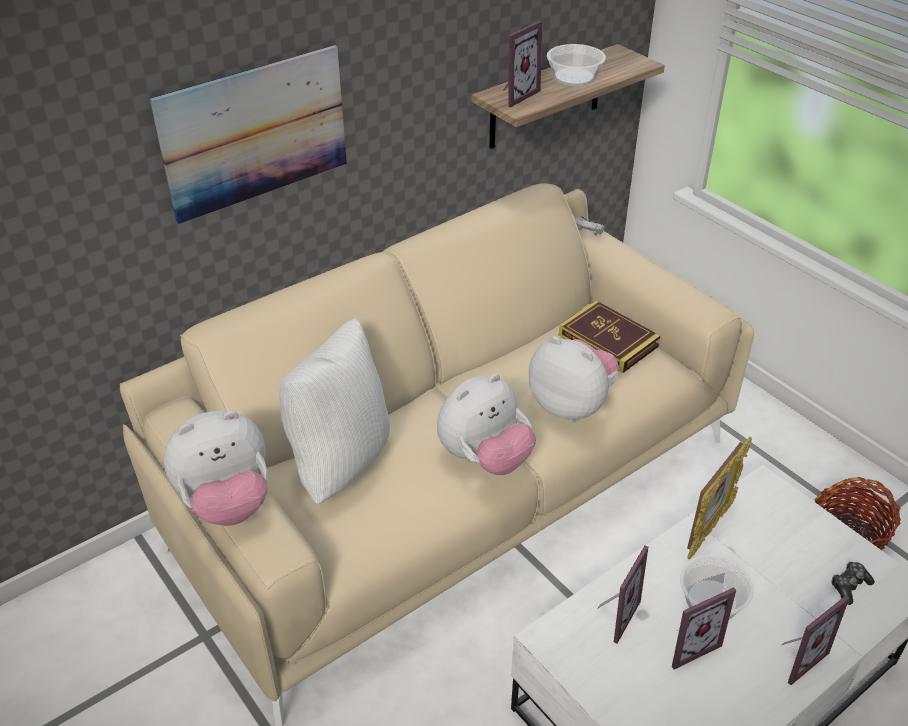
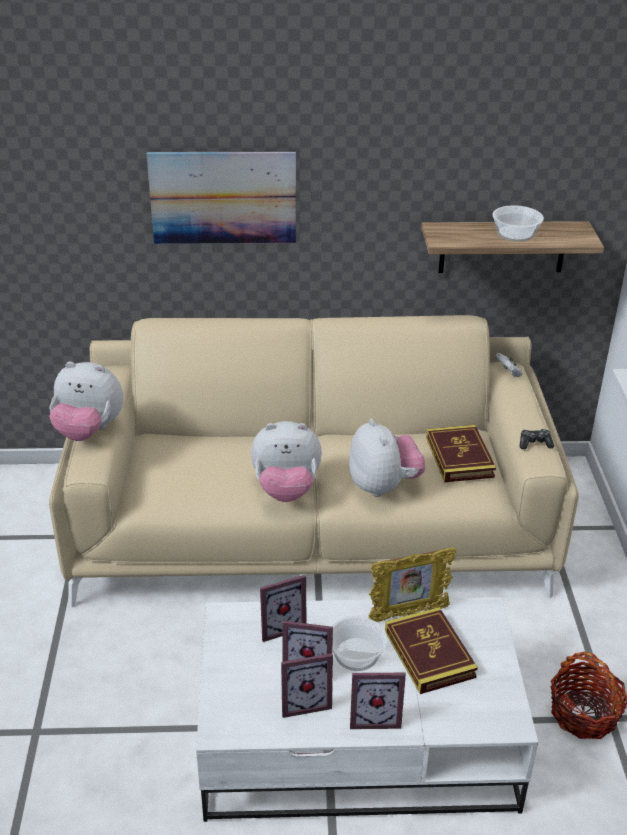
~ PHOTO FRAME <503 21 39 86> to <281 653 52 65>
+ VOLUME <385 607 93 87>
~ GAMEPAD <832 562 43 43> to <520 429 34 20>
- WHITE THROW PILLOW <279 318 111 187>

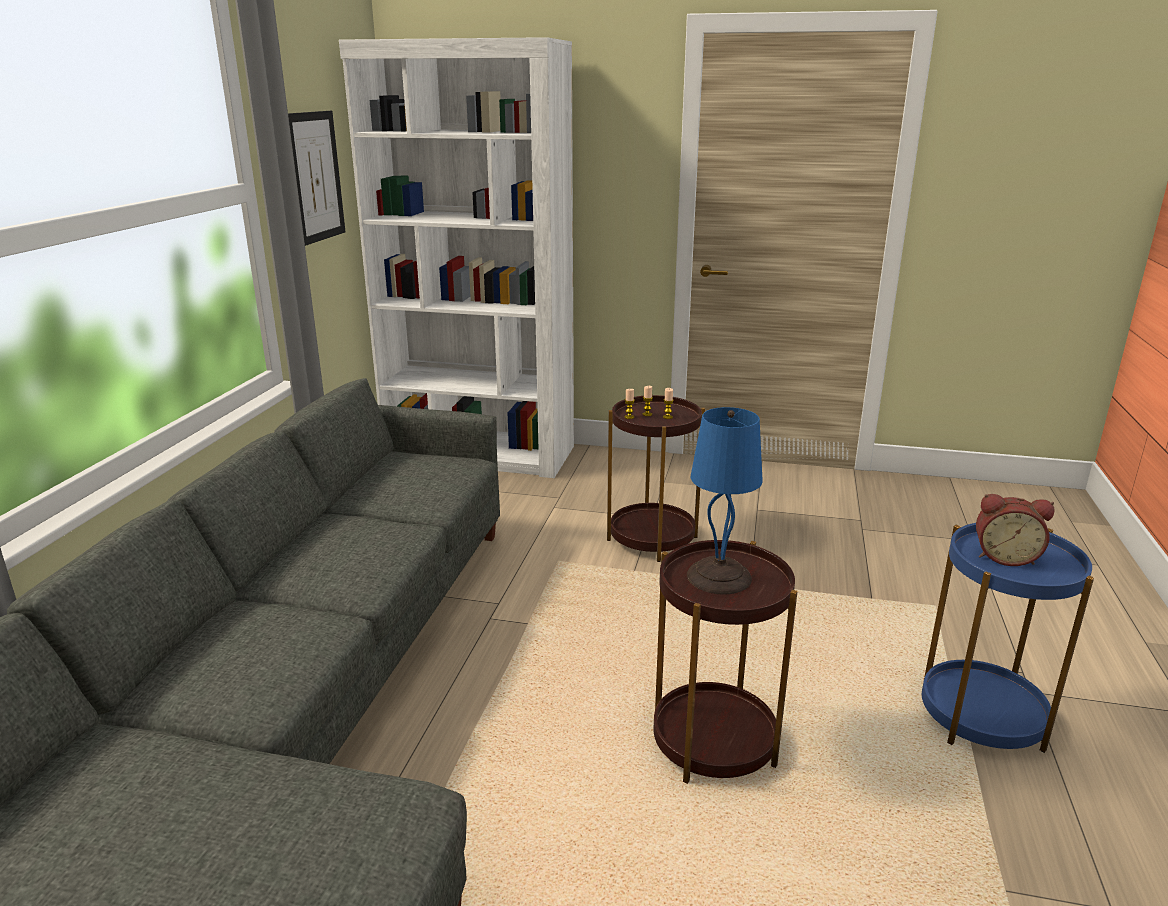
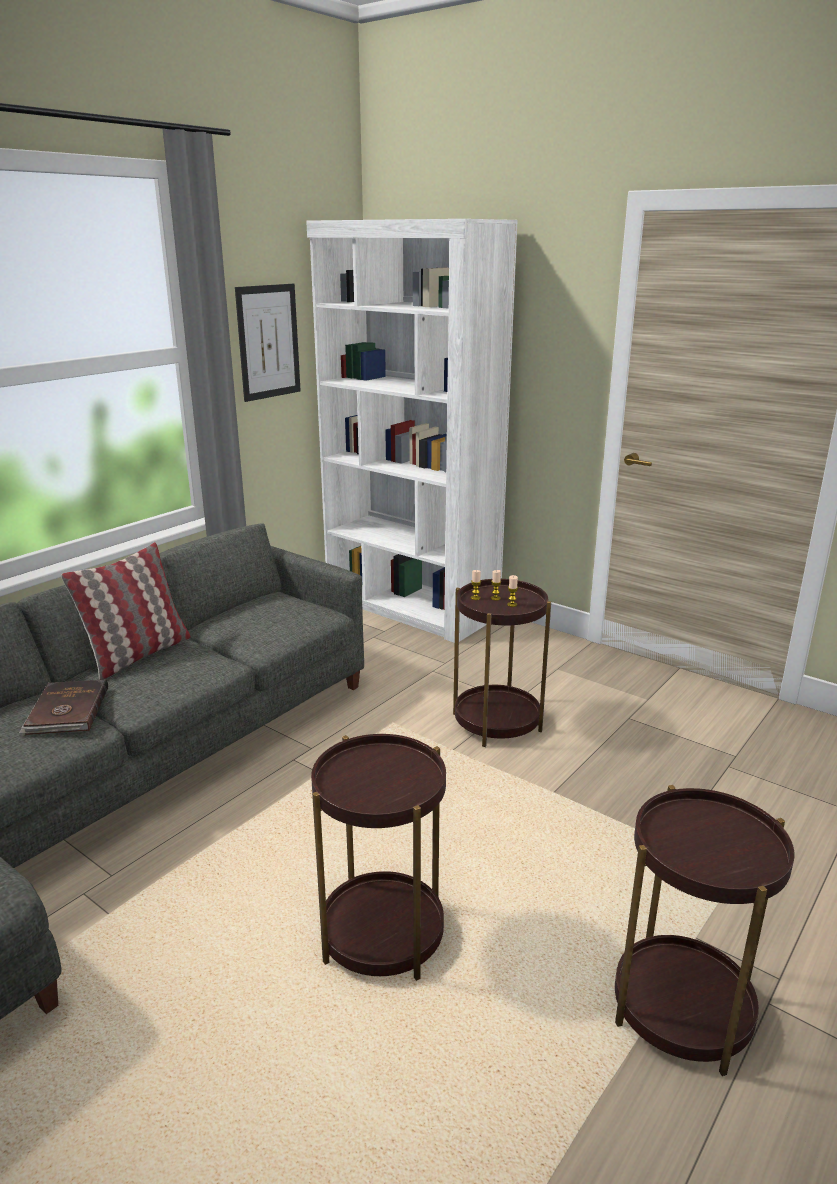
+ BROWN-COLOURED VOLUME <19 679 89 56>
+ THROW PILLOW <61 542 130 138>
~ BLUISH ACCENT TABLE <922 523 172 230> to BROWN-COLOURED ACCENT TABLE <615 785 179 291>
- BLUISH TABLETOP LAMP <687 407 76 188>
- TABLE CLOCK <976 494 79 72>

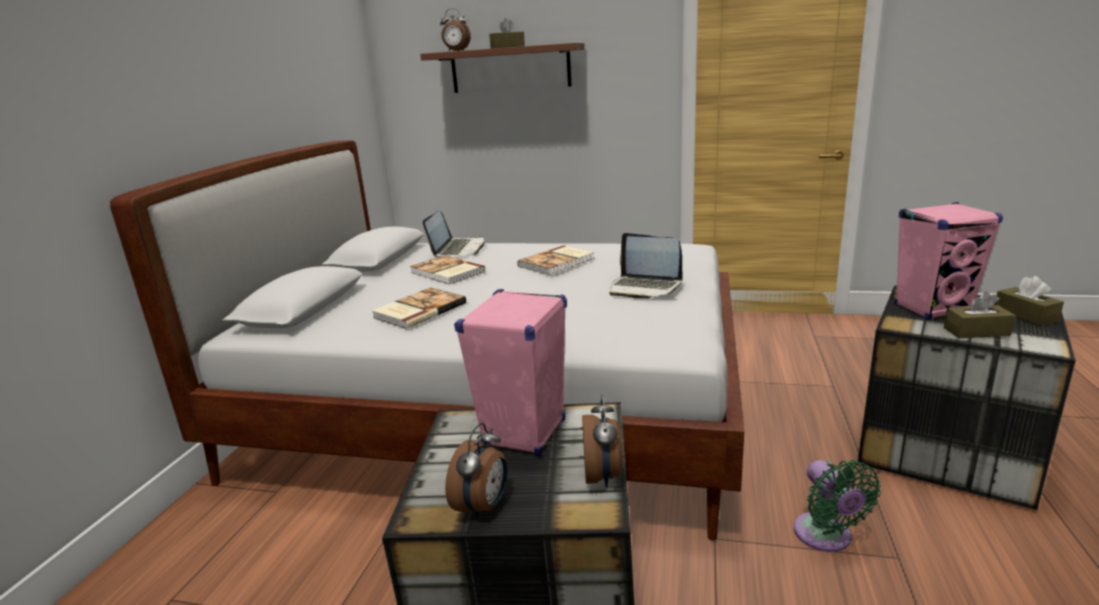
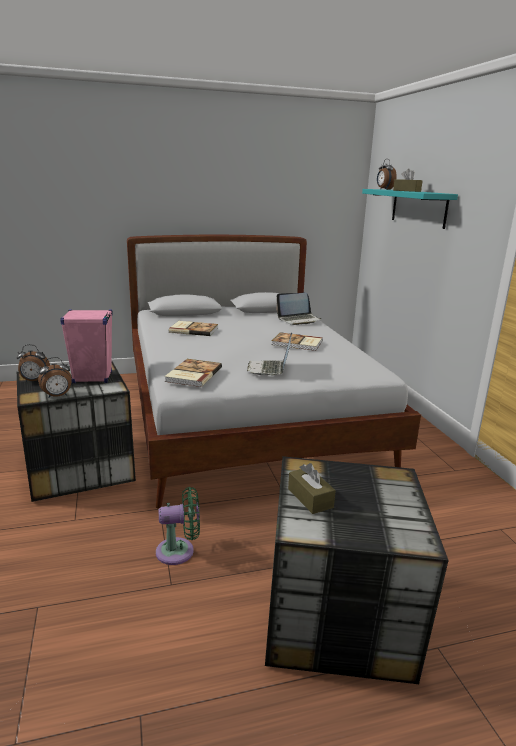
~ GREENISH FAN <794 460 87 92> = <156 487 44 78> 150 degrees counterclockwise
~ VOLUME <410 255 76 29> to <165 359 57 28>
~ BROWN-COLOURED SHELF <420 43 165 50> to BLUE-GREEN SHELF <362 189 96 40>
- PINK LOUDSPEAKER <894 202 109 118>
- BROWN-COLOURED TISSUE BOX <994 276 70 50>

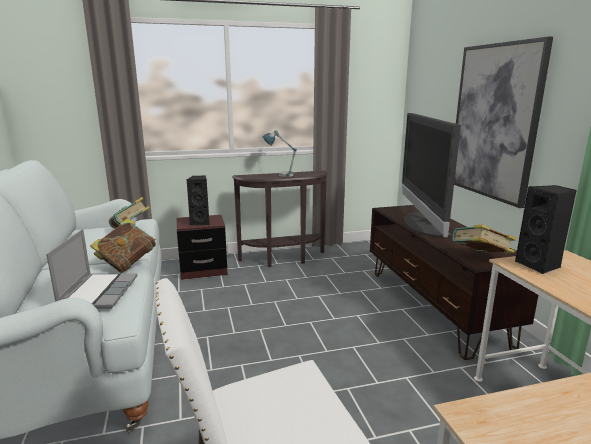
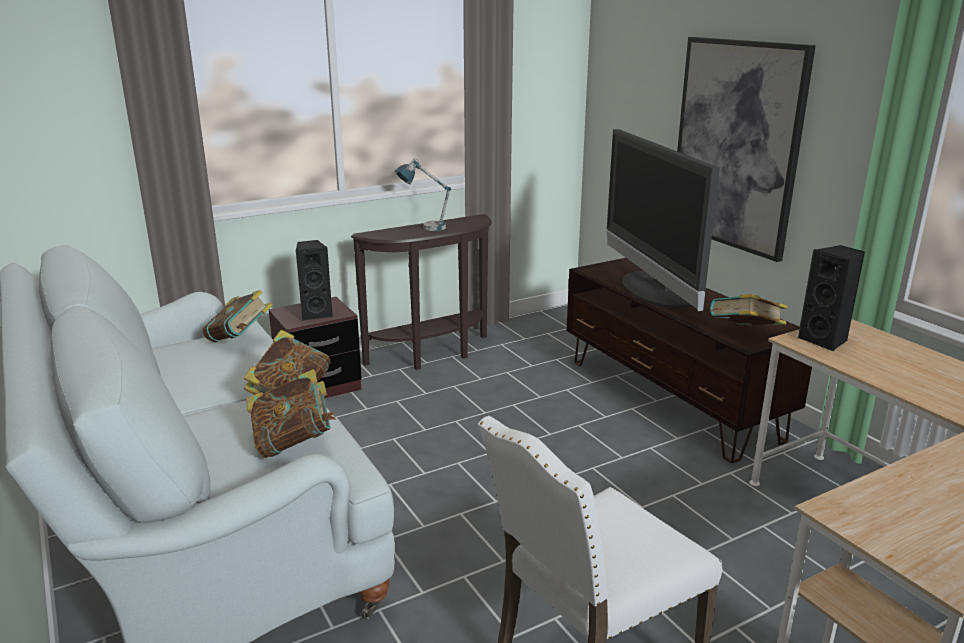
~ PORTABLE COMPUTER <46 229 92 80> to VOLUME <246 369 89 89>

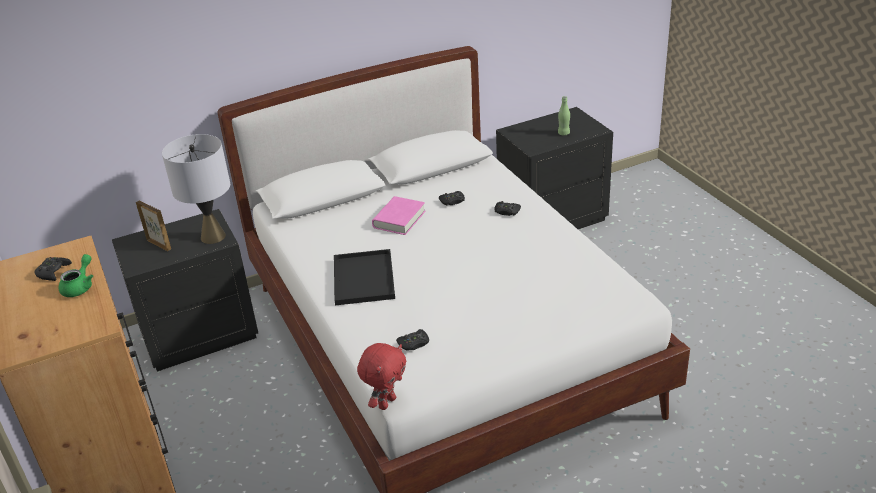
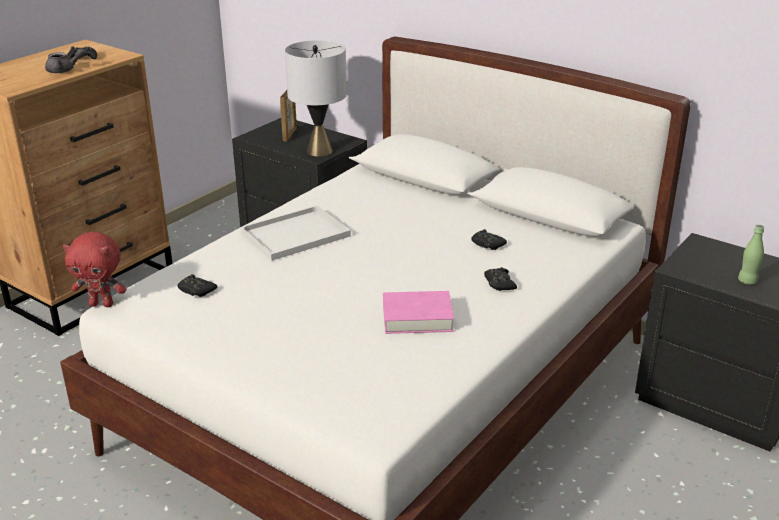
~ GREENISH TEA POT <58 254 35 43> to GREY TEA POT <45 48 41 25>
~ BLACK-COLOURED TRAY <334 249 61 56> to WHITE TRAY <240 205 111 56>
~ PINK VOLUME <372 196 53 39> to <383 291 71 43>

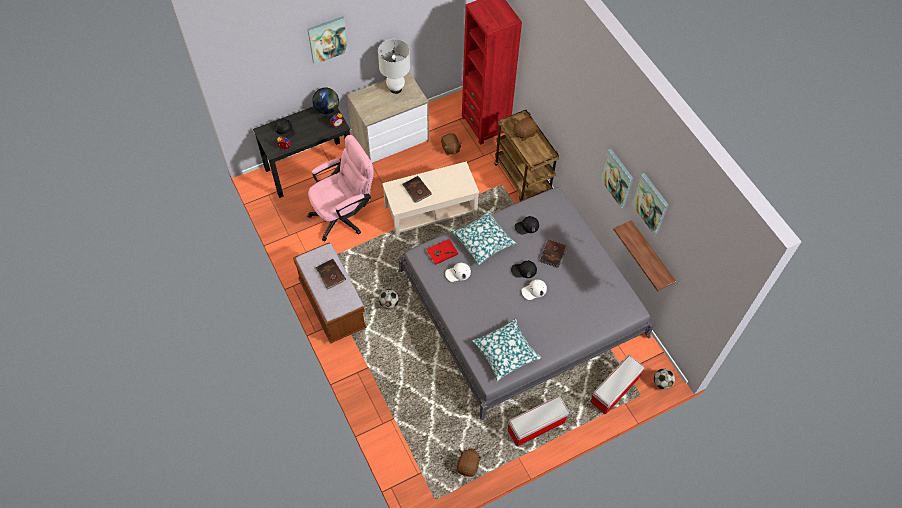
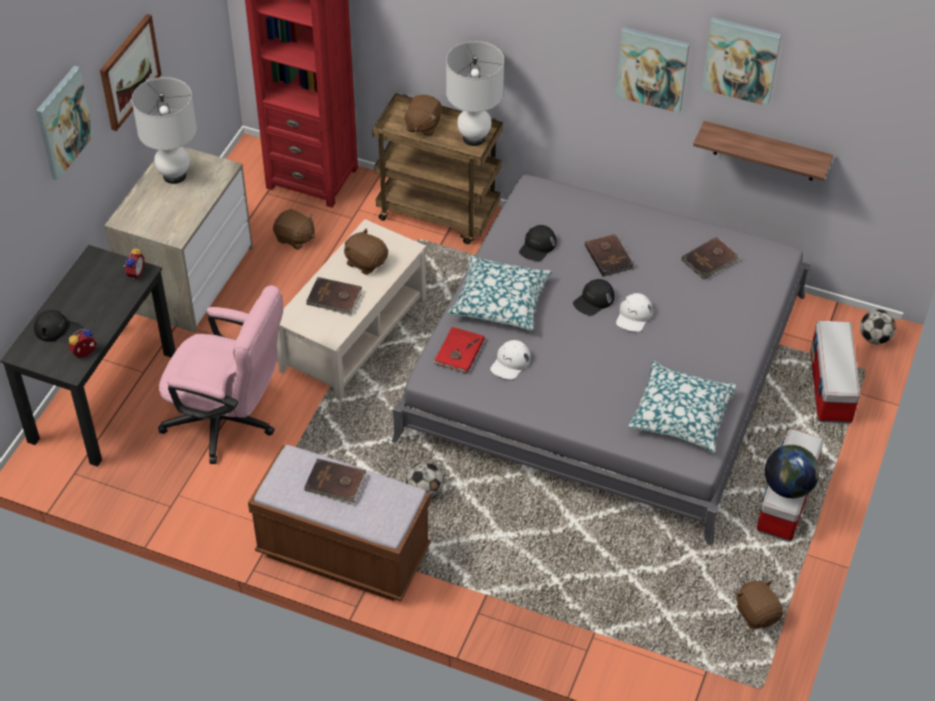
+ WALL PICTURE <100 14 61 117>
~ PINK OFFICE CHAIR <307 135 67 106> = <158 285 125 179> 90 degrees clockwise
+ BROWN-COLOURED SOFT TOY <344 228 44 47>
+ WHITE TABLETOP LAMP <446 41 58 105>
+ BROWN-COLOURED VOLUME <682 237 58 42>
~ DESK GLOBE <312 88 27 26> to <765 445 54 53>

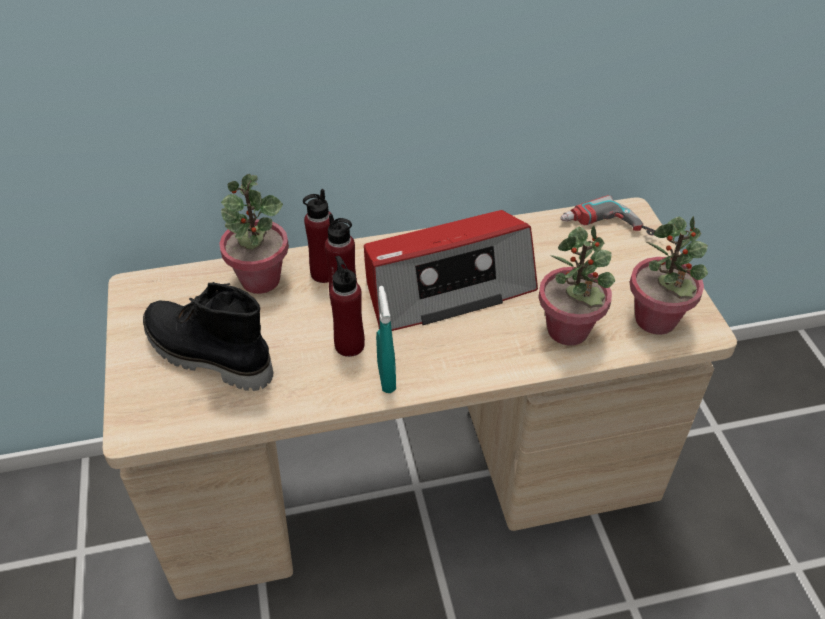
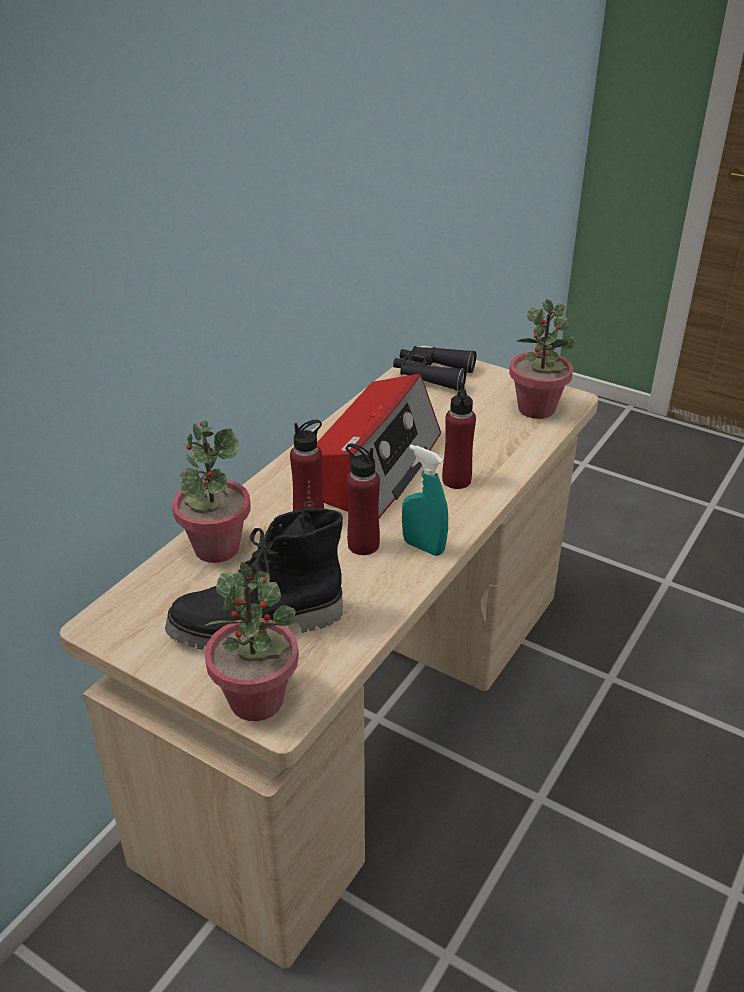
~ PLANT IN A POT <538 225 77 121> to <204 562 95 159>
~ POWER DRILL <560 195 96 40> to BLACK-COLOURED FIELD GLASSES <393 346 83 45>
~ RED BOTTLE <303 189 28 94> to <442 382 34 107>

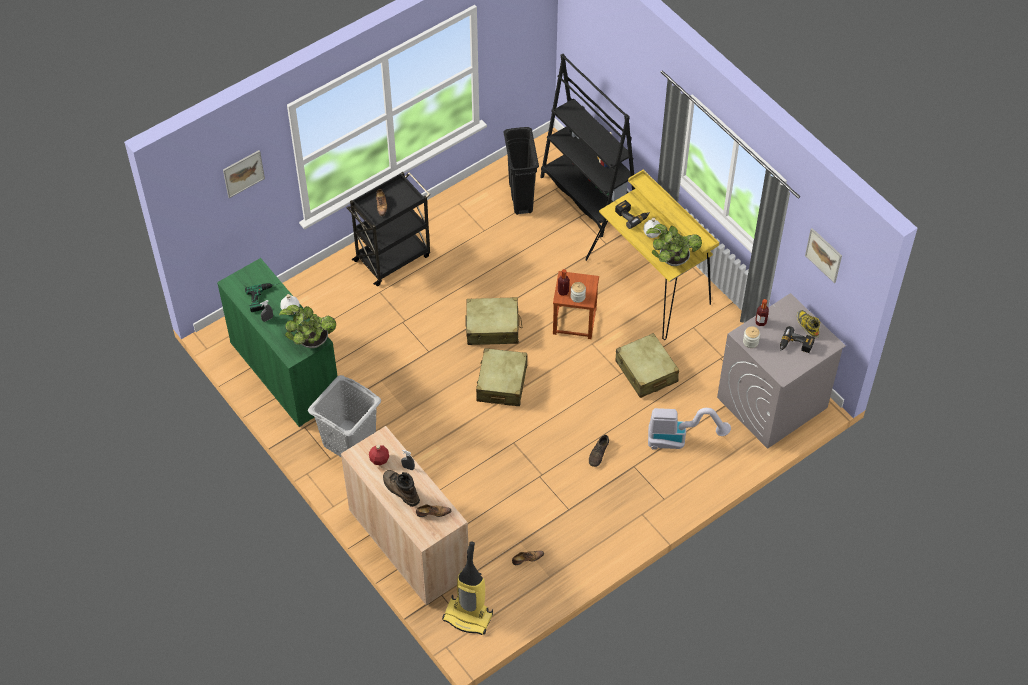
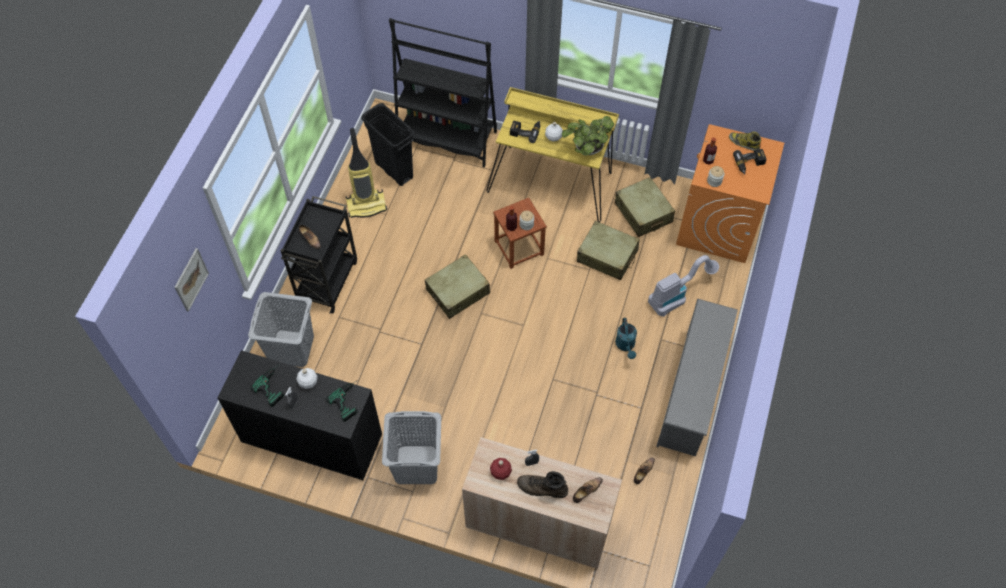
~ GREENISH STORAGE CABINET <217 258 120 169> to BLACK-COLOURED STORAGE CABINET <217 350 165 130>
+ GREY LAUNDRY BASKET <248 292 66 75>
~ PLANT IN A POT <279 305 57 43> to POWER DRILL <326 380 32 42>
~ VACUUM CLEANER <442 541 51 94> to <346 128 41 90>
~ BEIGE SUITCASE <476 348 51 58> to <615 177 60 60>
~ BROWN-COLOURED LOW SHOE <589 435 20 32> to BLUE-GREEN WATERING POT <615 318 22 41>
+ GREY SHOE STAND <656 299 82 157>
~ GREY LAUNDRY MACHINE <717 293 129 156> to ORANGE LAUNDRY MACHINE <676 124 108 139>
- WALL PICTURE <805 228 37 55>

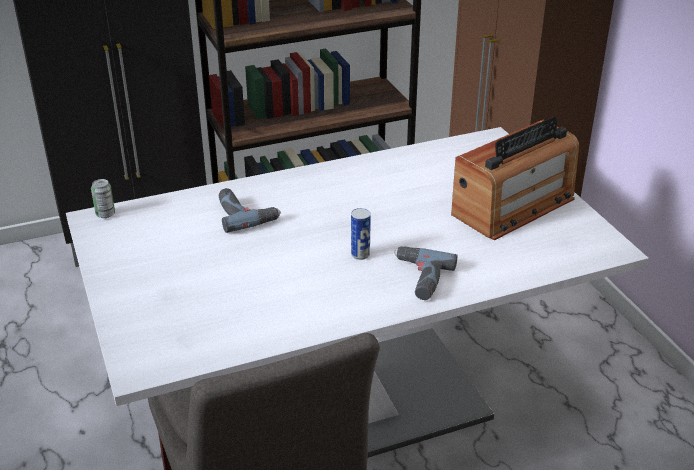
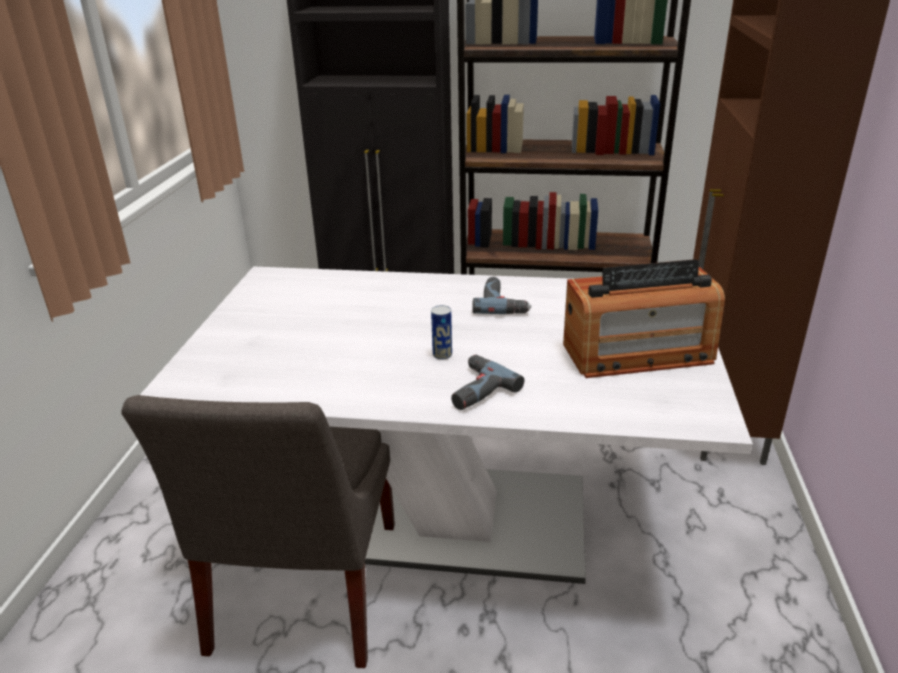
~ POWER DRILL <219 188 62 45> to <472 277 59 37>
- METAL CAN <91 179 24 39>

